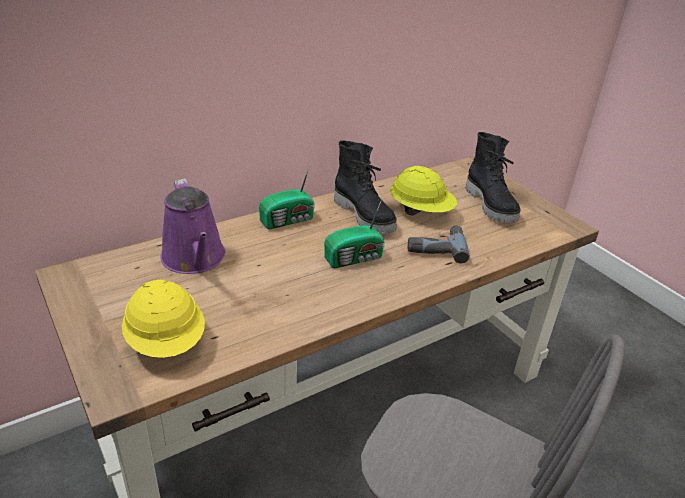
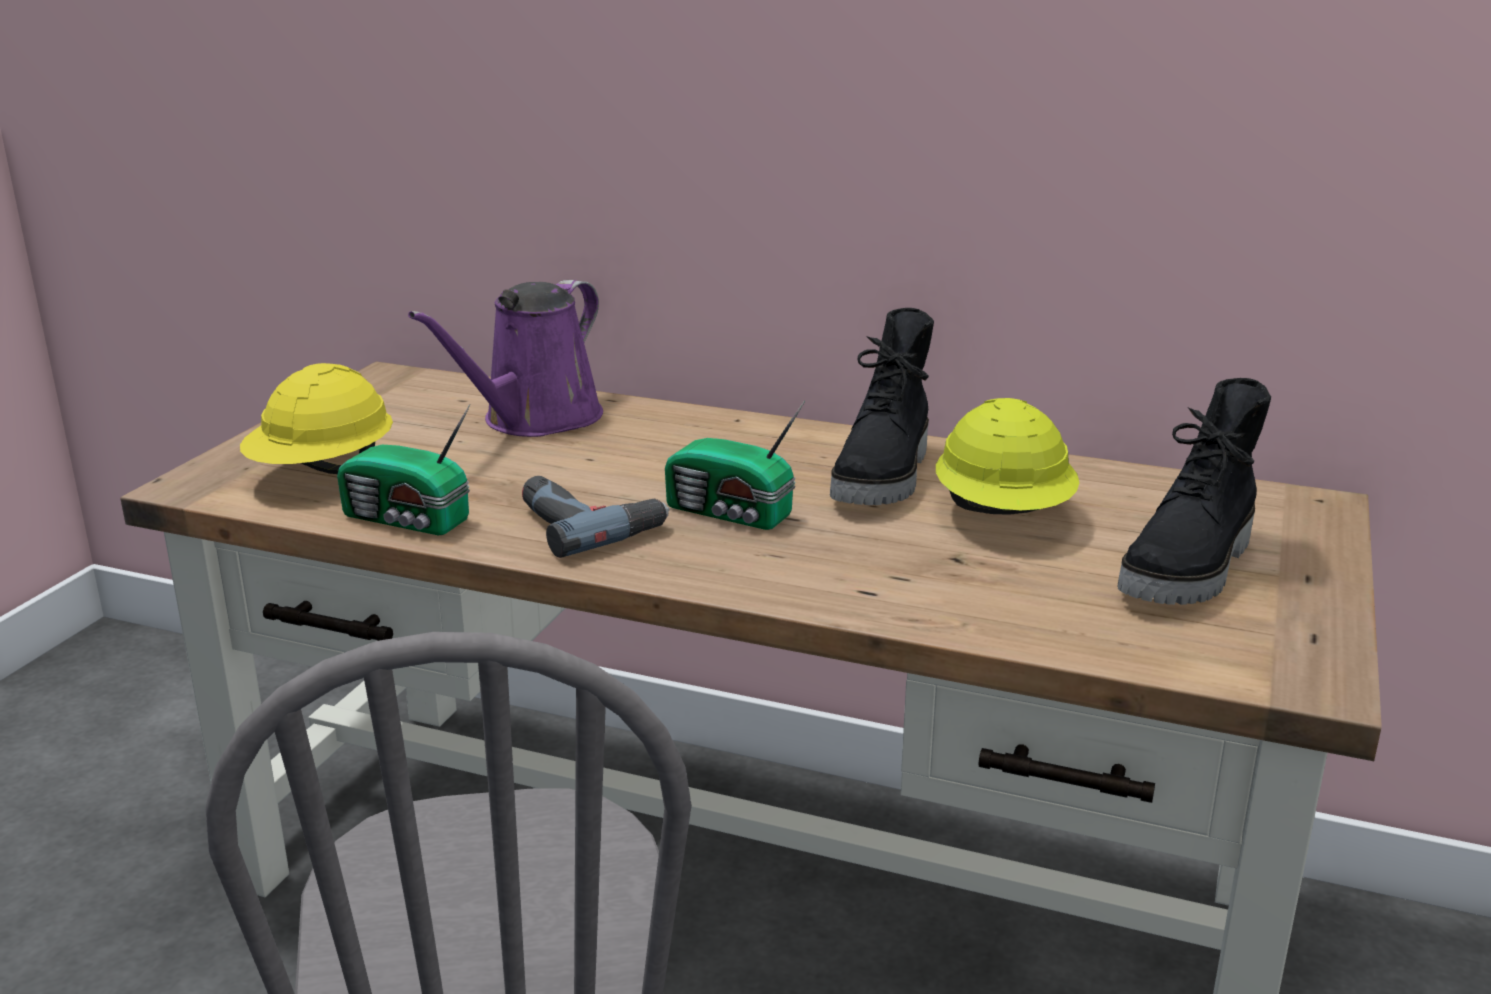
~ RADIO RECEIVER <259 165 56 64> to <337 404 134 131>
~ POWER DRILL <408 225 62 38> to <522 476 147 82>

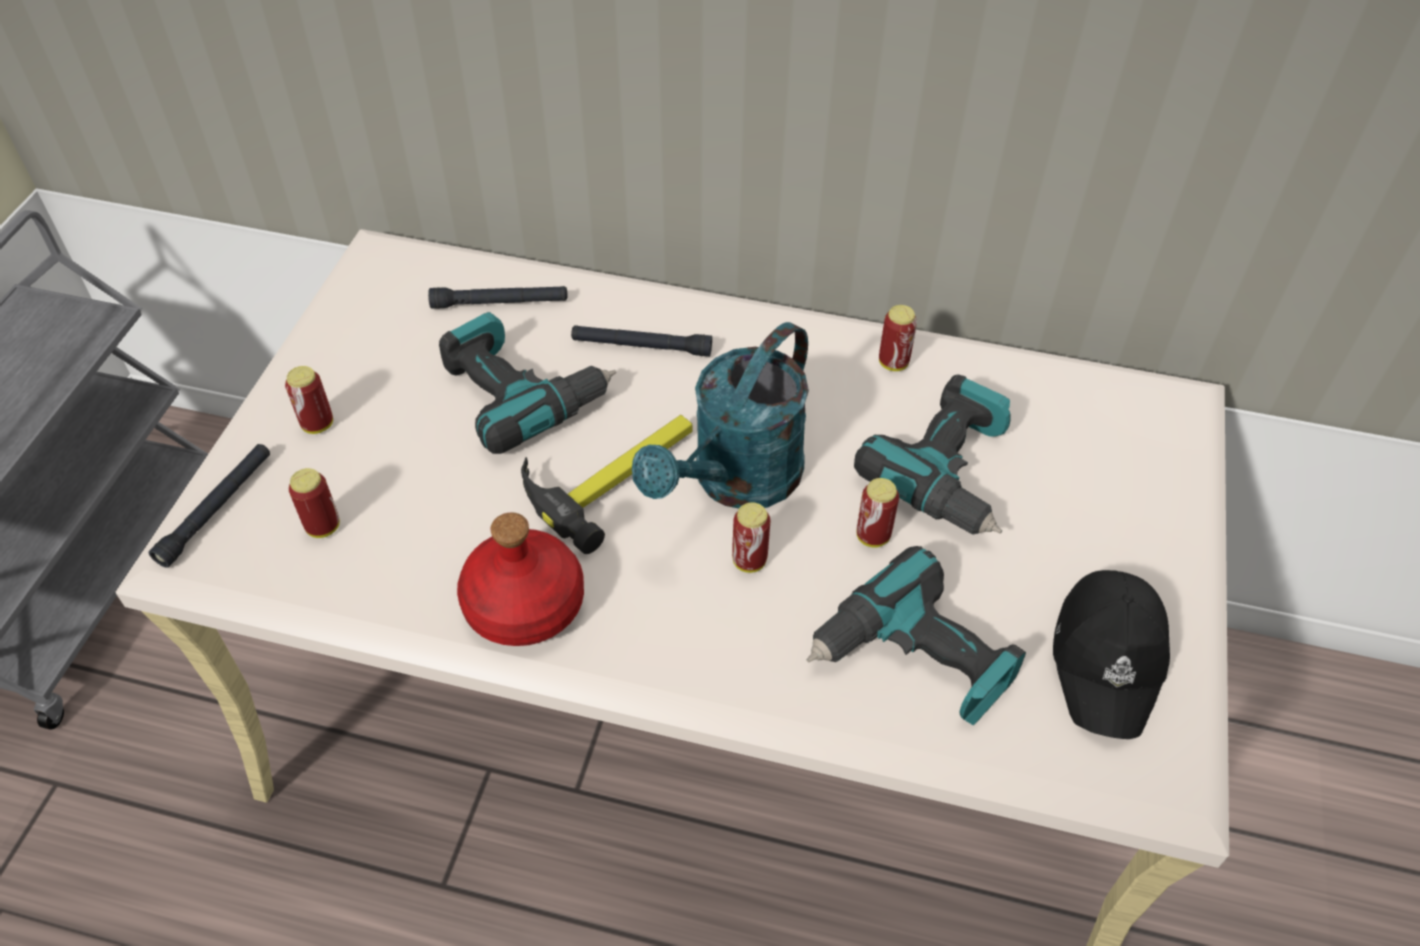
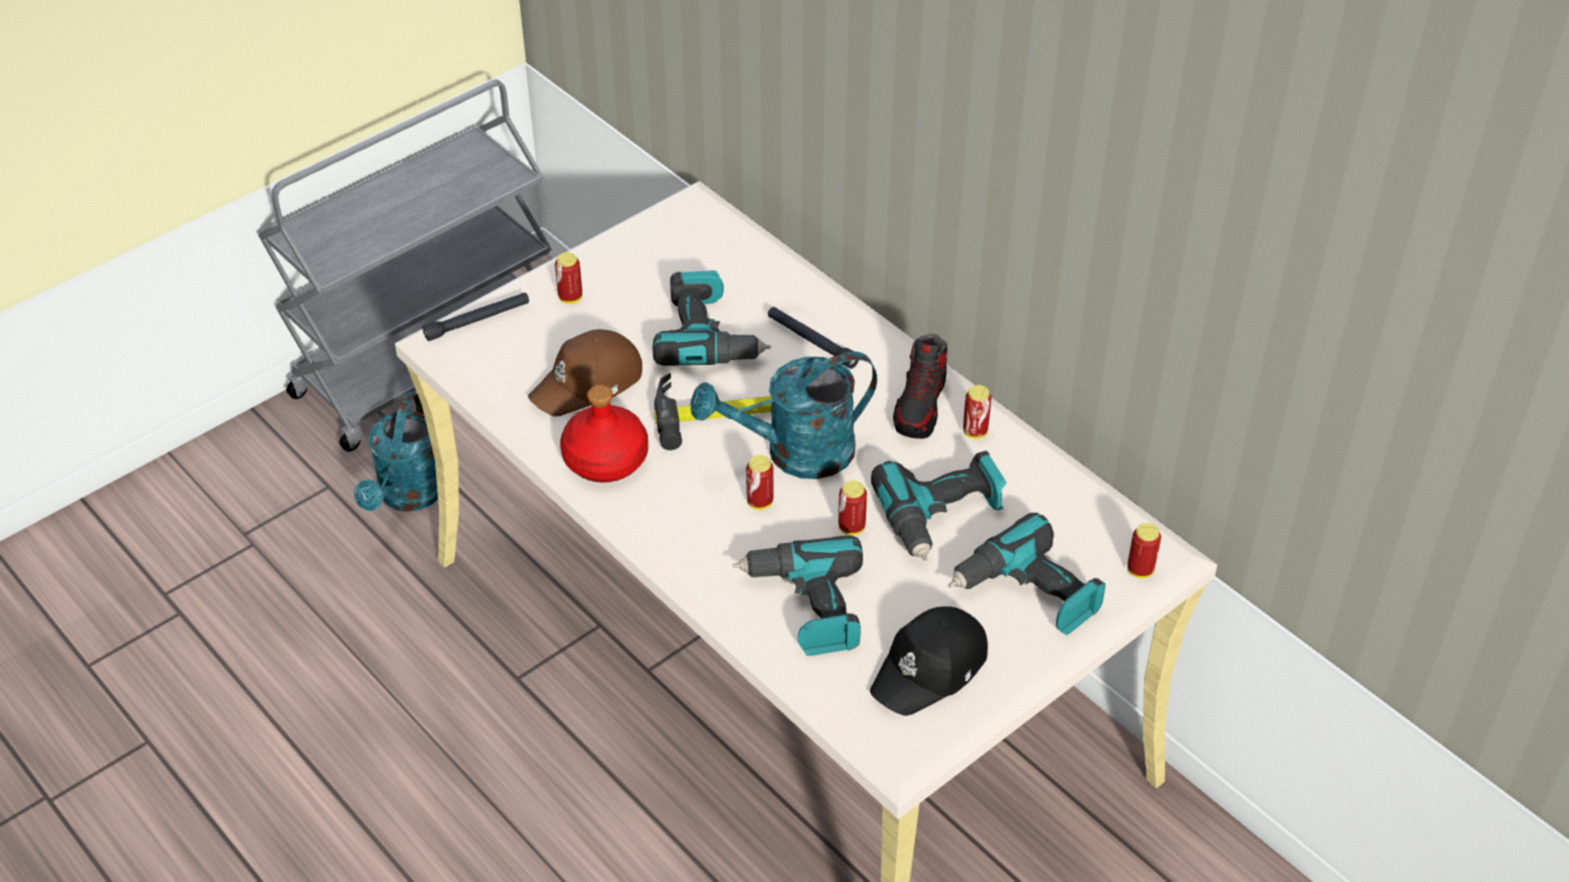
+ BLUE-GREEN WATERING POT <354 392 84 120>
+ BROWN-COLOURED PEAKED CAP <528 329 114 87>
+ LOW SHOE <893 334 55 105>
+ POWER DRILL <948 513 157 122>
~ METAL CAN <289 468 51 70> to <1127 523 34 55>
- BLACK-COLOURED HAND TORCH <428 286 139 23>

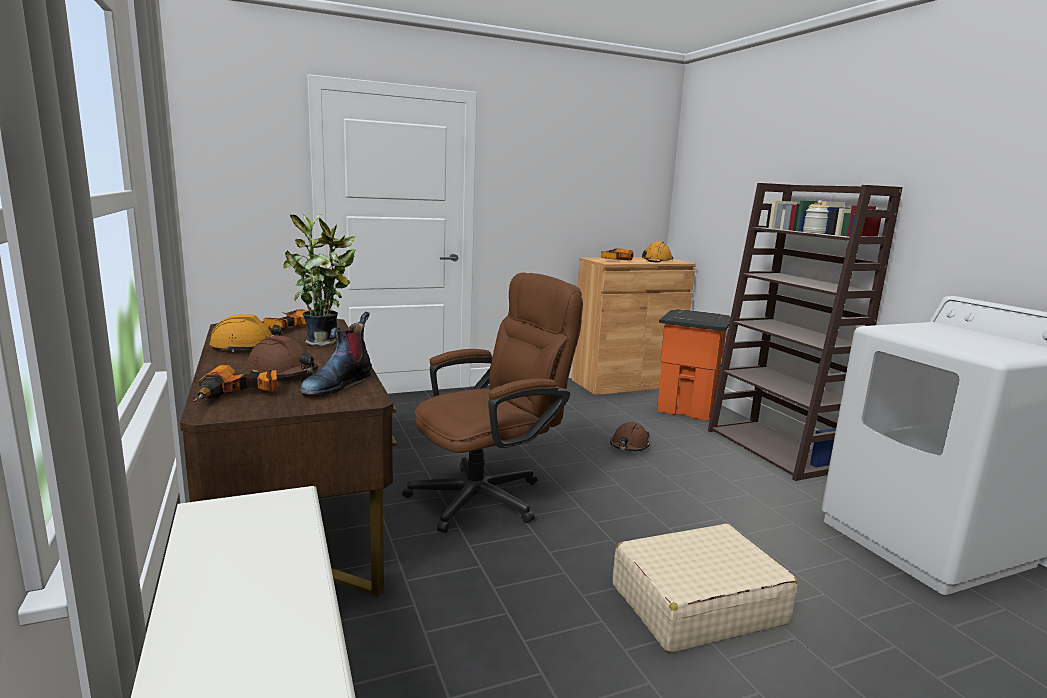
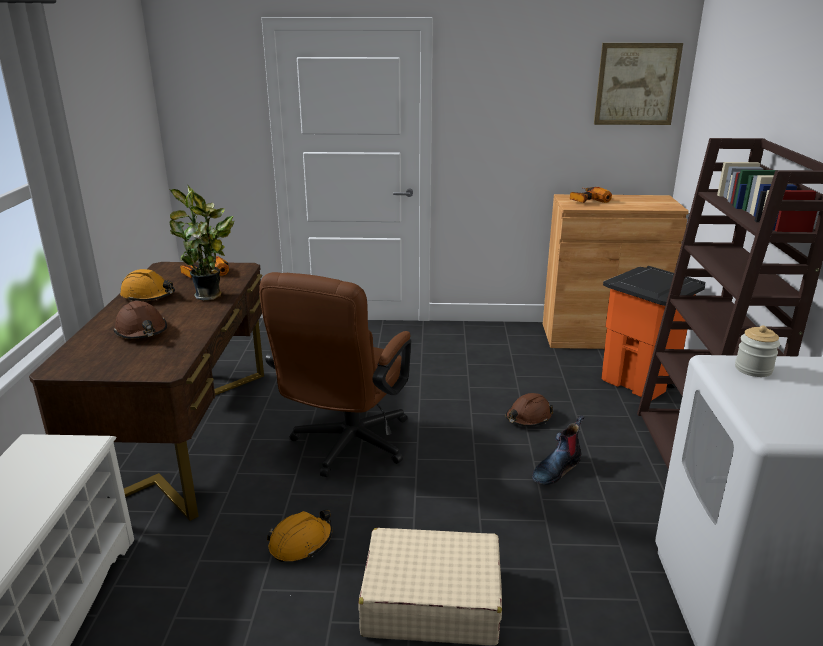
~ BROWN-COLOURED OFFICE CHAIR <402 272 181 261> = <259 272 152 205> 120 degrees clockwise
~ ORANGE HARD HAT <642 241 31 22> to <267 510 65 52>
~ HIGH-TOP BOOT <300 312 72 83> to <532 415 52 70>
+ WALL PICTURE <594 43 89 82>
~ STORAGE JAR <803 200 26 33> to <735 325 45 52>
- POWER DRILL <193 365 84 37>

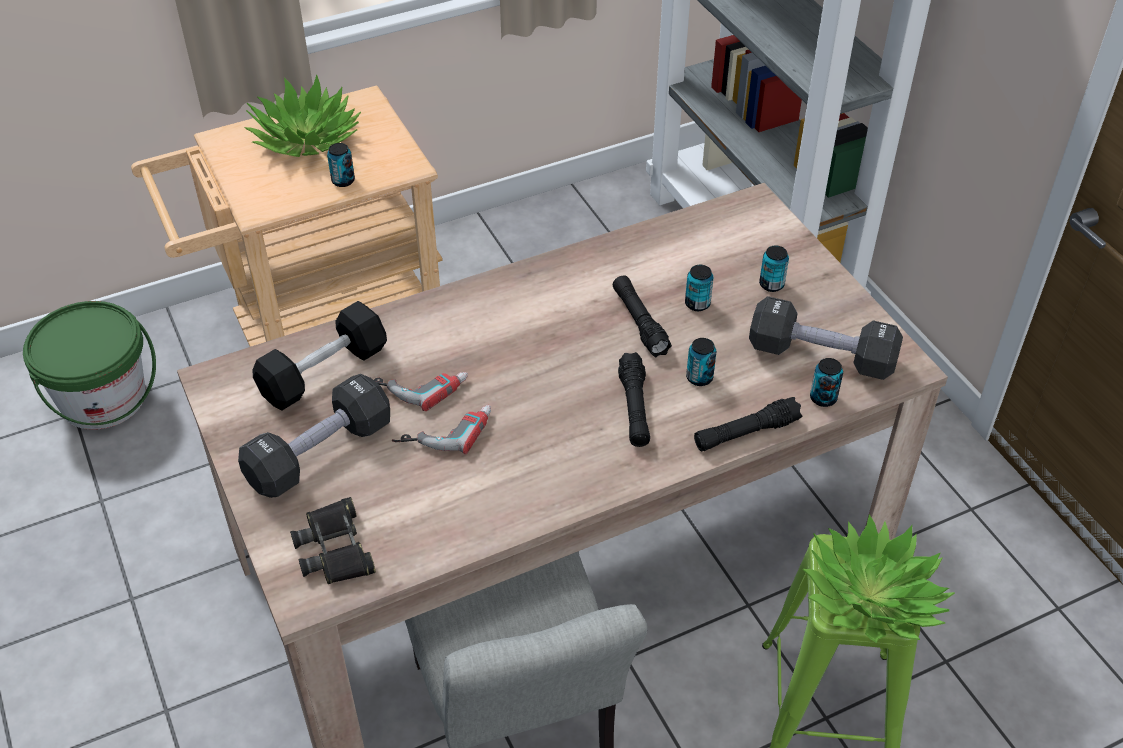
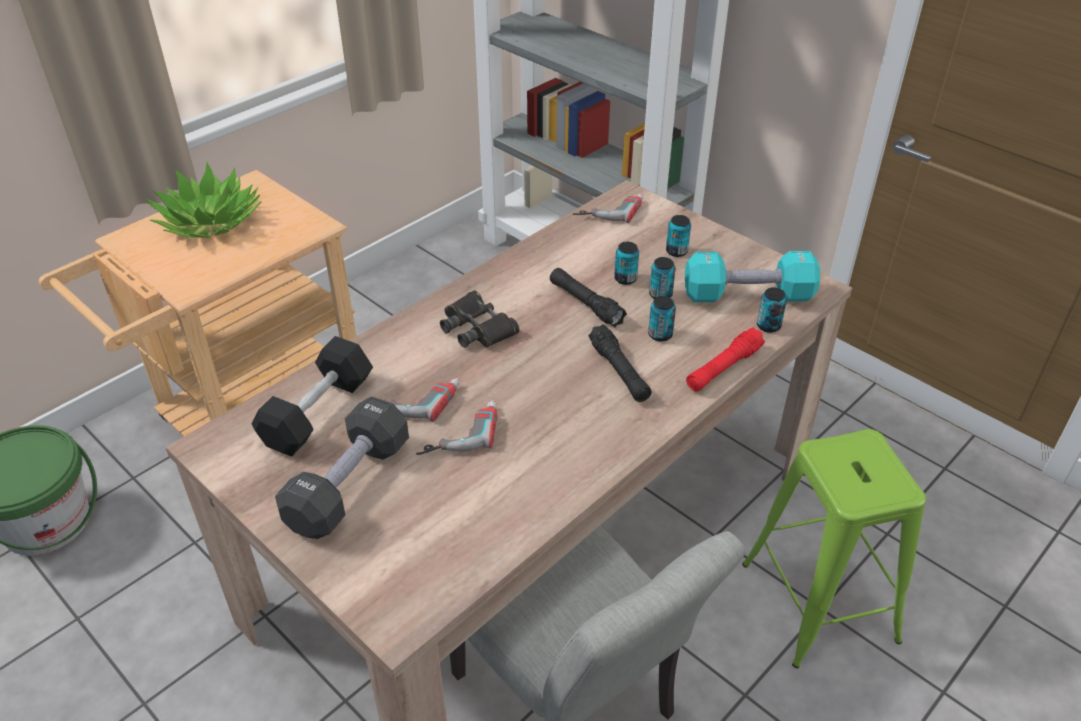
~ BLACK-COLOURED FIELD GLASSES <290 497 86 87> to <440 290 80 58>
+ POWER DRILL <573 194 70 29>
~ METAL CAN <327 143 28 44> to <649 257 27 42>
~ BLACK-COLOURED FREE WEIGHT <749 296 154 84> to BLUE-GREEN FREE WEIGHT <685 251 135 51>
~ BLACK-COLOURED HAND TORCH <694 397 109 54> to RED HAND TORCH <686 327 79 64>
- PLANT IN A POT <802 514 153 129>

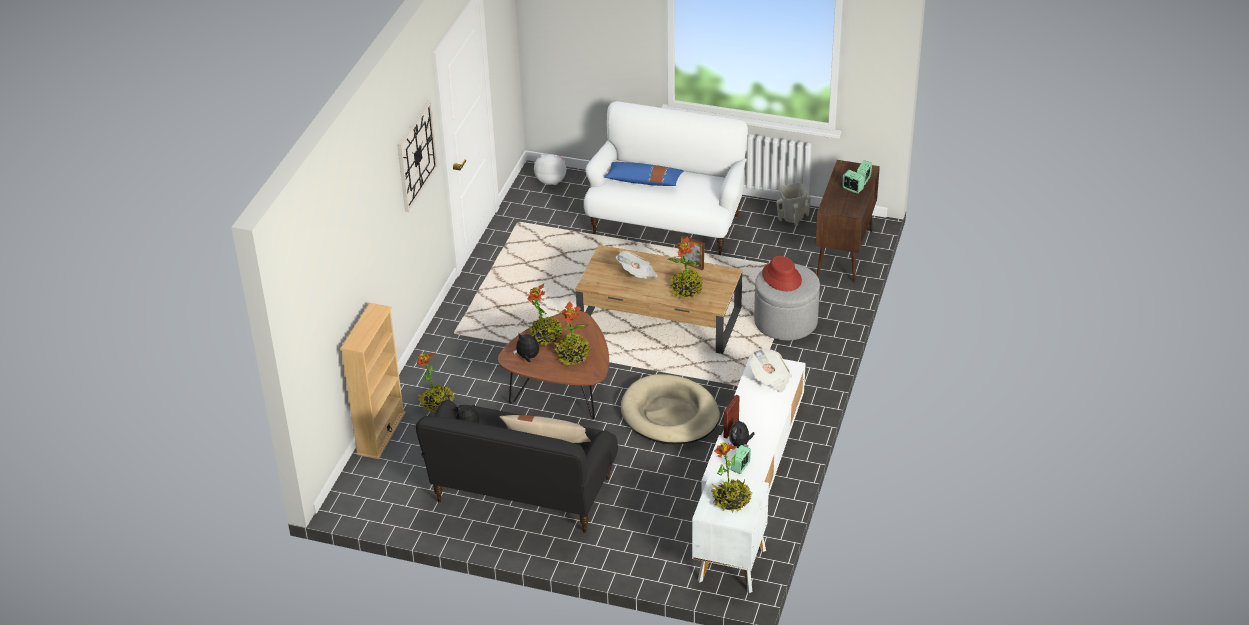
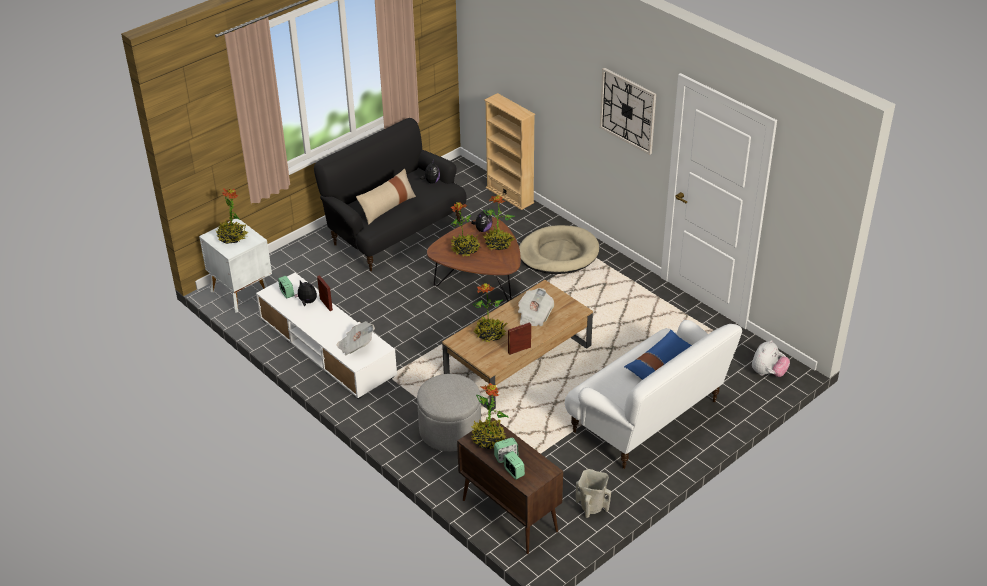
~ PLANT IN A POT <416 353 39 60> to <471 383 38 66>
~ BEIGE DOG CUSHION <621 374 99 70> to <519 225 80 49>
- RED WEARABLE HAT <762 256 40 35>

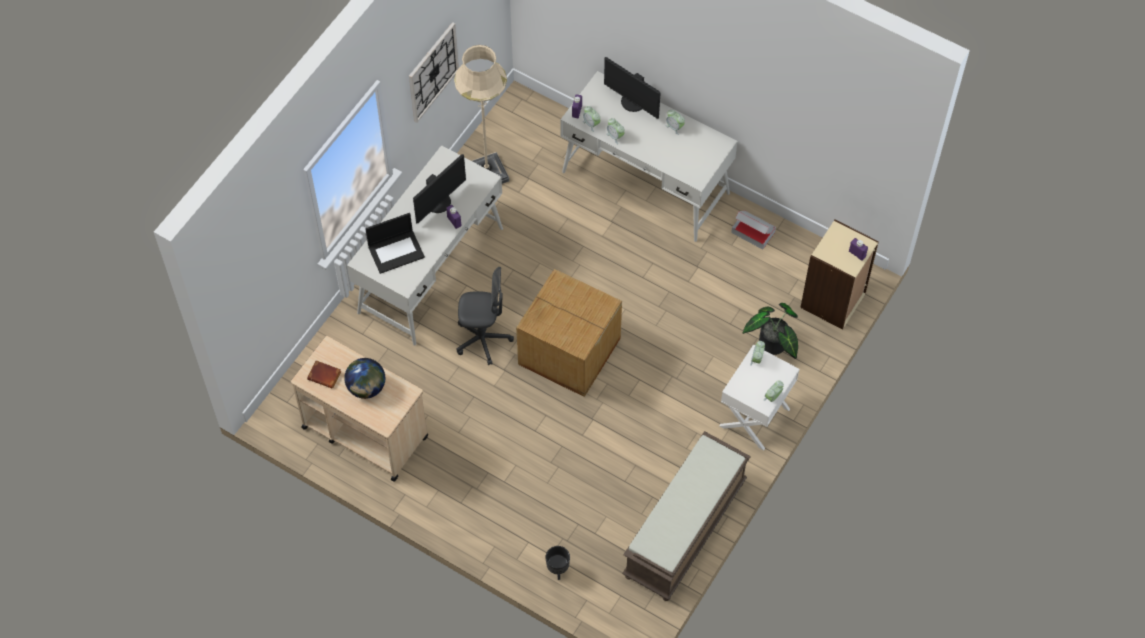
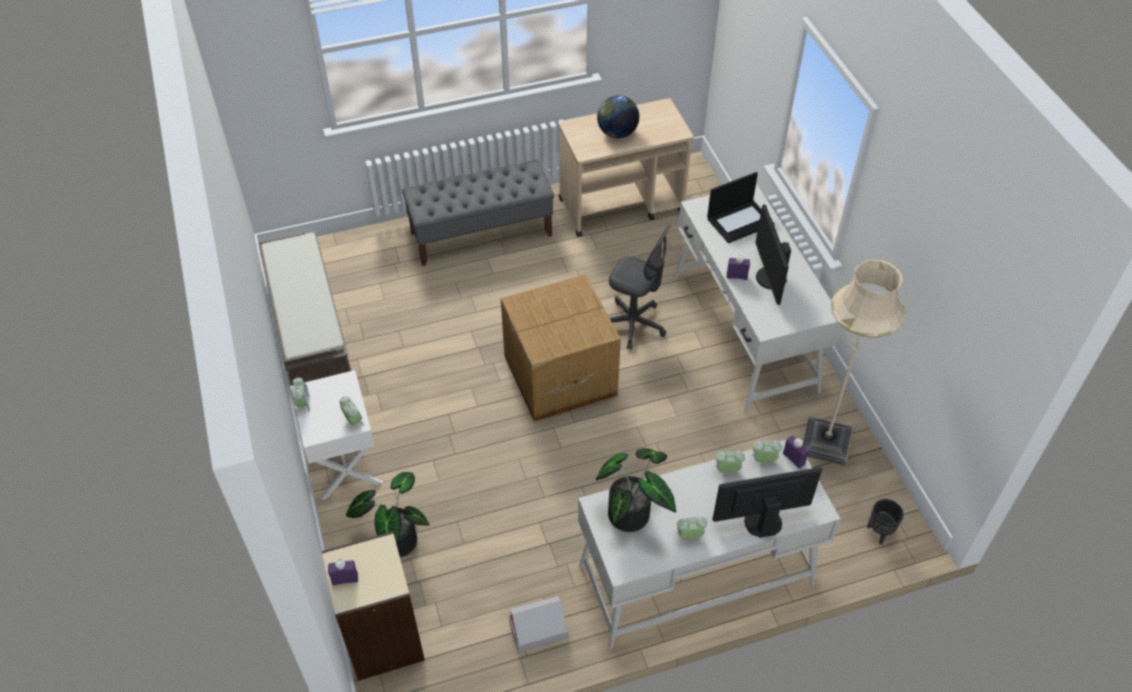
+ GREY LONG SEAT <402 160 152 106>
+ PLANT IN A POT <596 448 80 84>
~ GREY OFFICE CHAIR <457 267 57 98> = <609 225 62 125> 105 degrees counterclockwise
~ PORTABLE COMPUTER <365 213 60 61> = <707 172 68 71> 135 degrees counterclockwise
~ BLACK-COLOURED PLANT POT <546 546 24 34> to <867 499 37 45>
- BROWN-COLOURED VOLUME <307 360 34 29>
- HANGING CLOCK <409 22 50 101>

